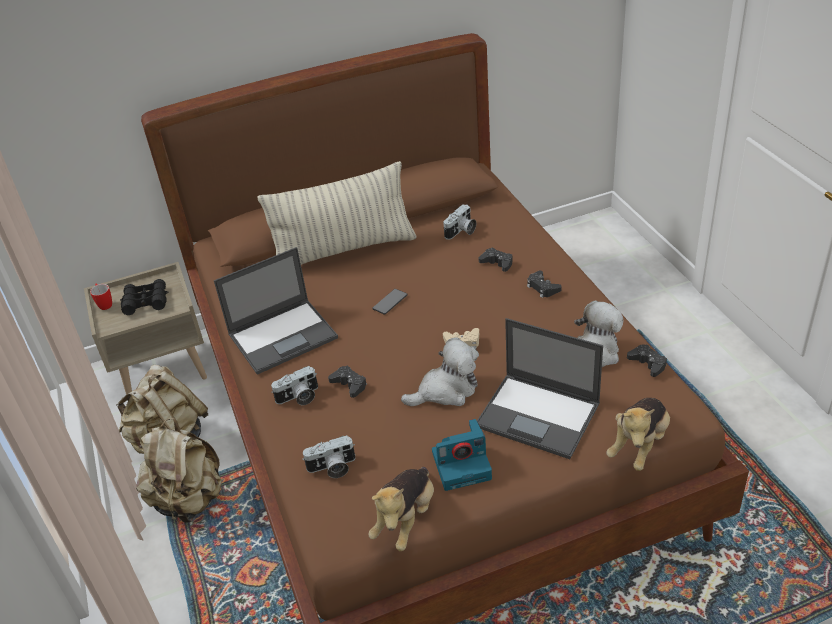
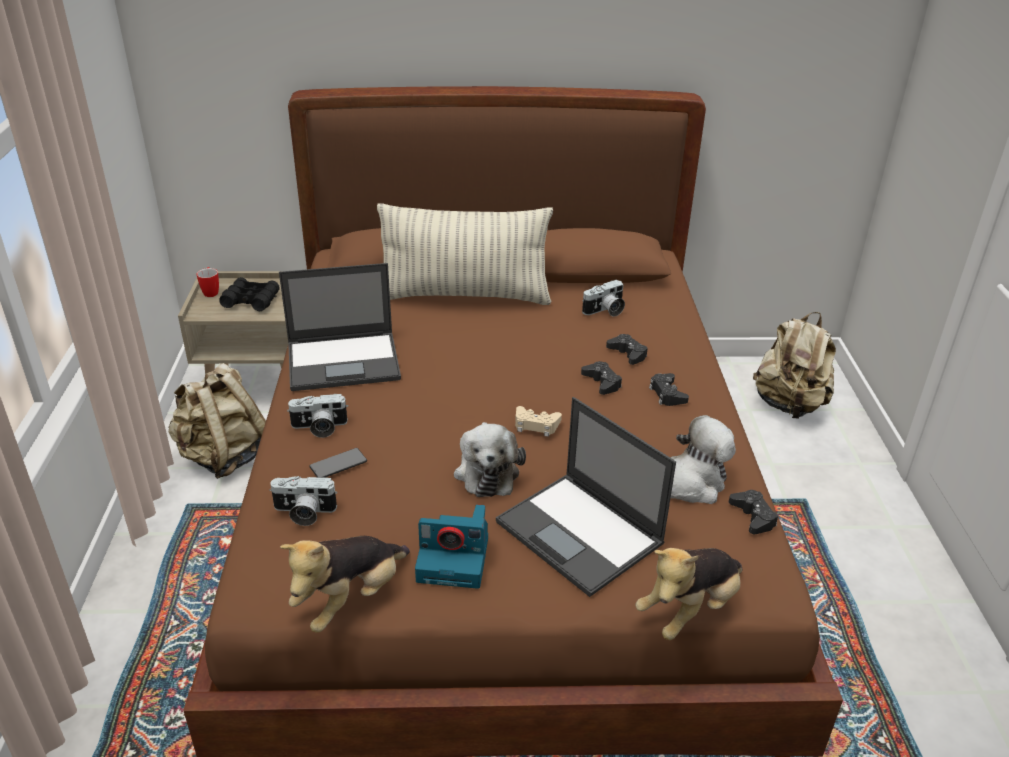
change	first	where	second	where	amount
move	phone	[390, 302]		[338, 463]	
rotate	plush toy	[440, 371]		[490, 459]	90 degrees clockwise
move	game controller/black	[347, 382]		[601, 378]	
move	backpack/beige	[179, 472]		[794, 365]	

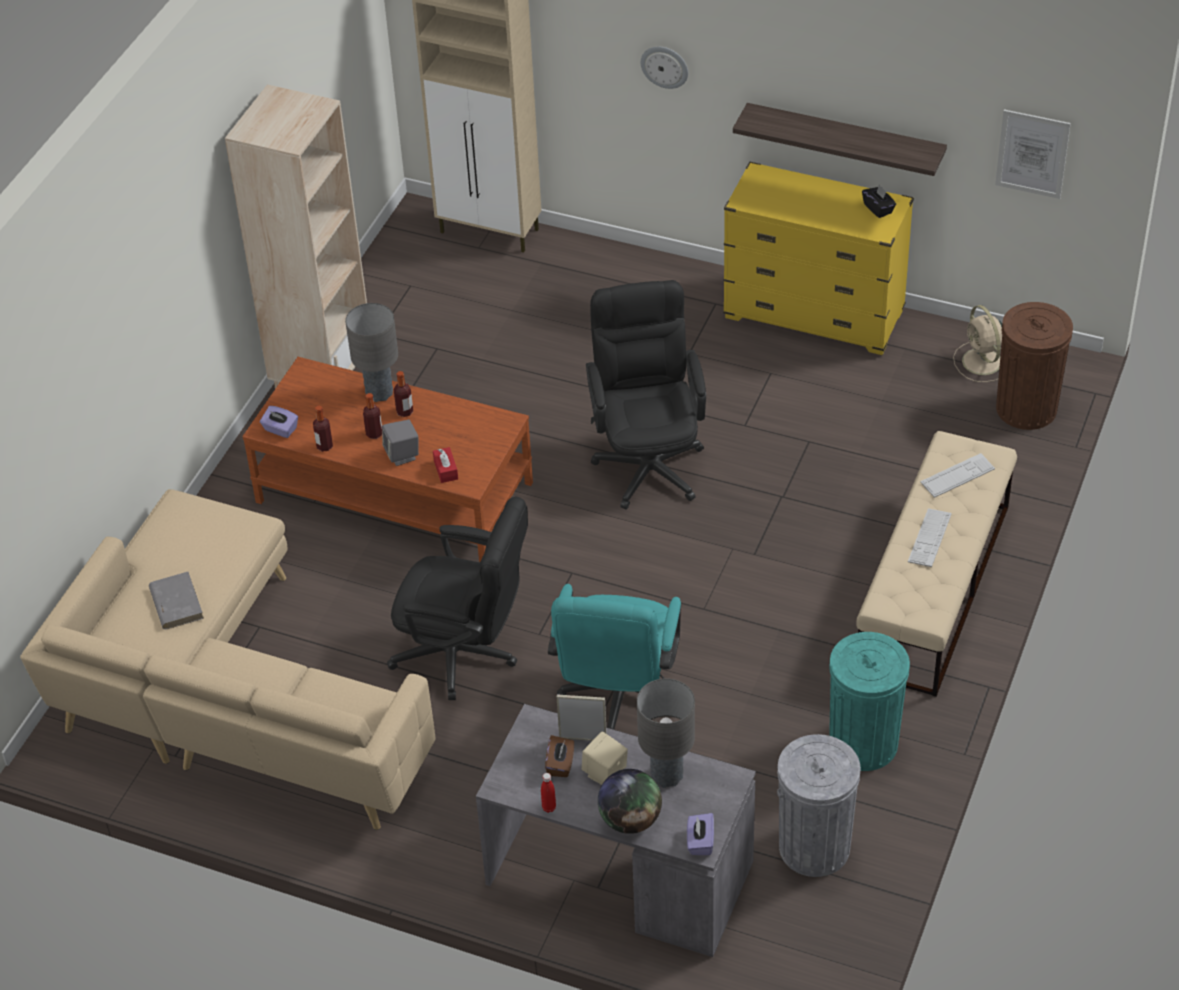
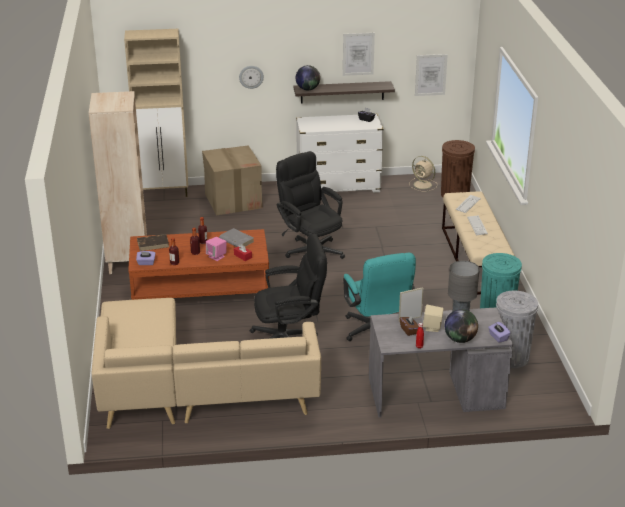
change	first	where	second	where	amount
recolor	dresser/yellow	[818, 258]	dresser/white	[339, 153]	
delete	table lamp/grey	[371, 352]			
recolor	speaker/grey	[400, 443]	speaker/pink	[216, 249]	
move	book/grey	[176, 600]		[236, 237]	
insert			picture	[359, 54]	
insert			globe	[308, 77]	
insert			cardboard box	[232, 180]	
insert			book/brown	[153, 242]	

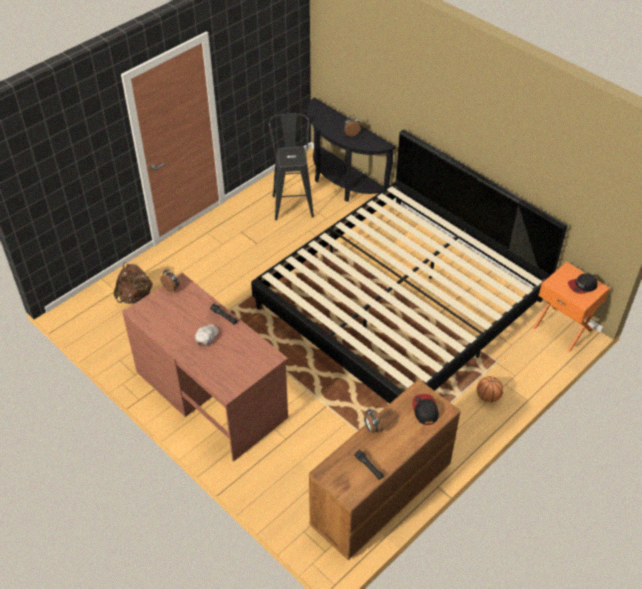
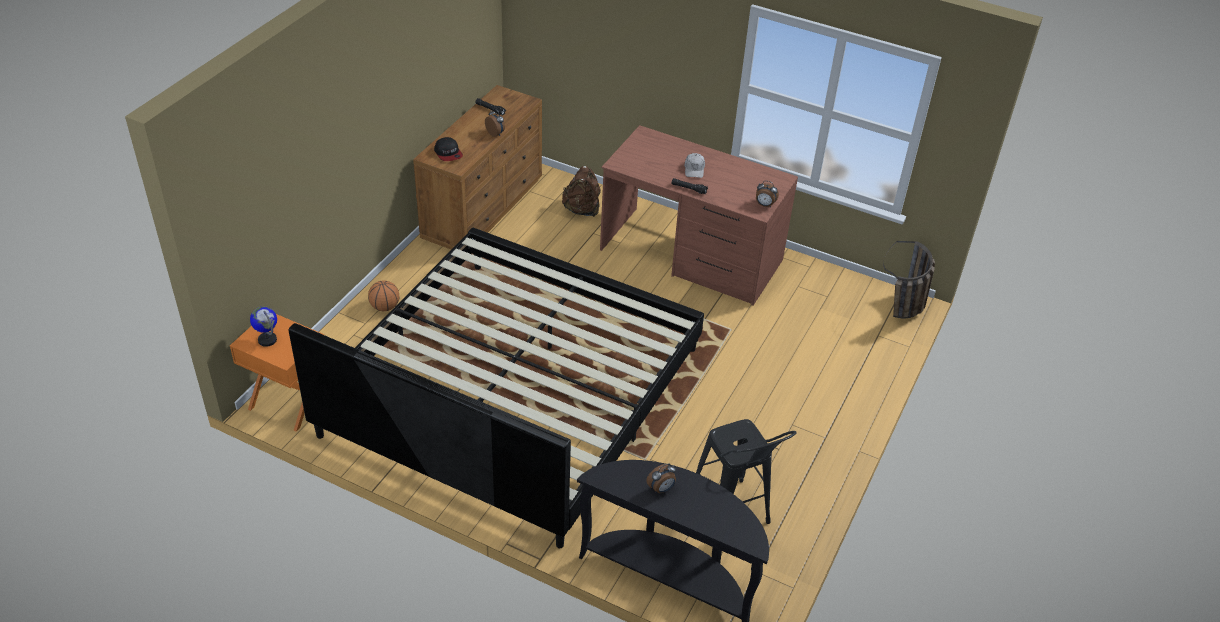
change	first	where	second	where	amount
move	backpack/brown	[133, 283]		[581, 191]	
replace	cap	[583, 284]	globe	[263, 326]	
insert			basket	[909, 279]	

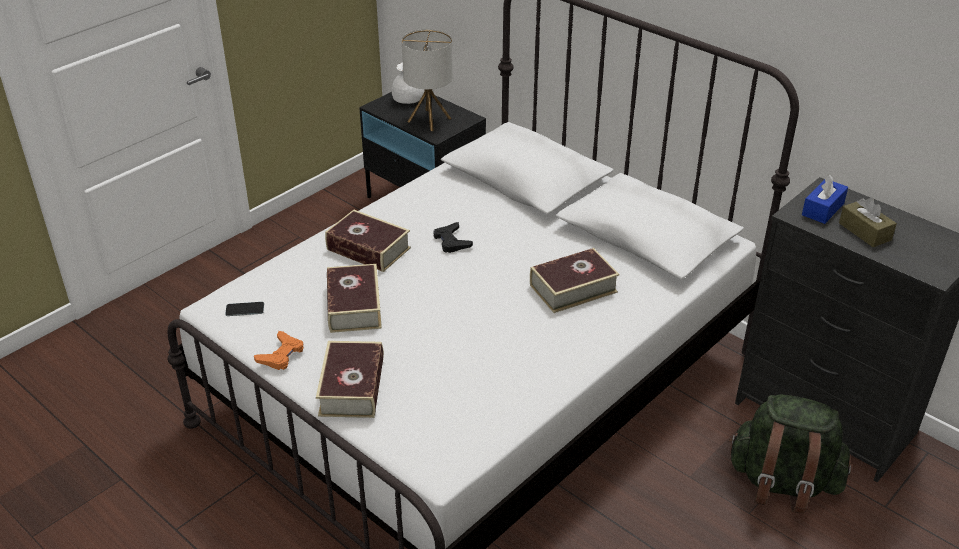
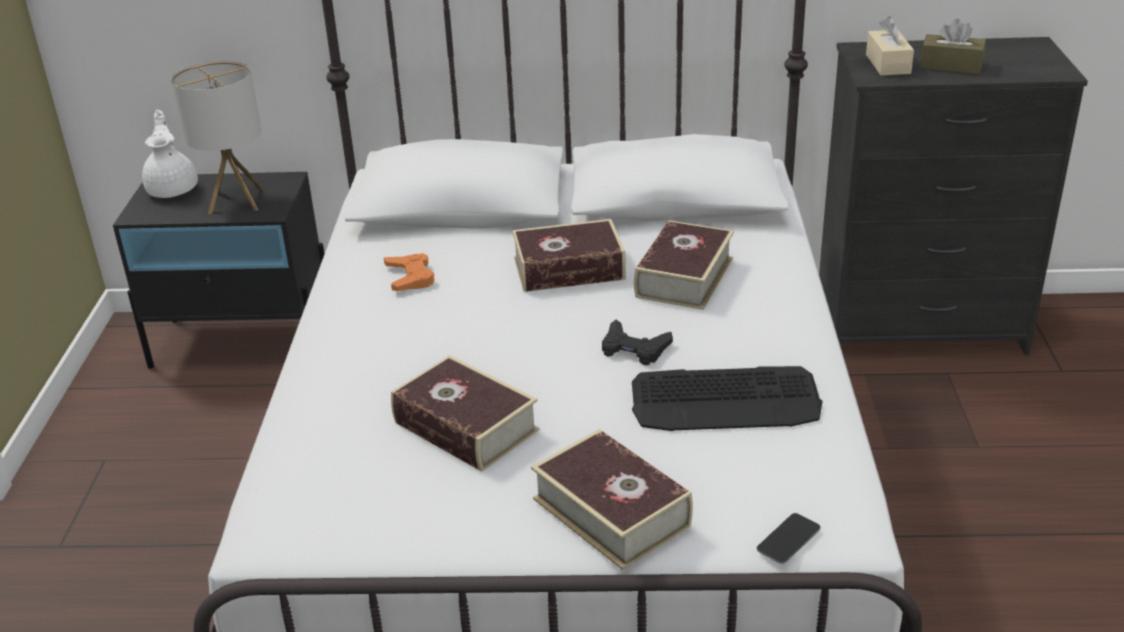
change	first	where	second	where	amount
recolor	tissue box/blue	[825, 199]	tissue box/beige	[890, 46]	
move	book	[368, 241]		[569, 255]	
move	game controller/black	[453, 237]		[637, 342]	
move	phone	[244, 309]		[788, 538]	
move	game controller/orange	[278, 350]		[409, 272]	
delete	backpack/green	[790, 454]			
insert			keyboard	[727, 398]	

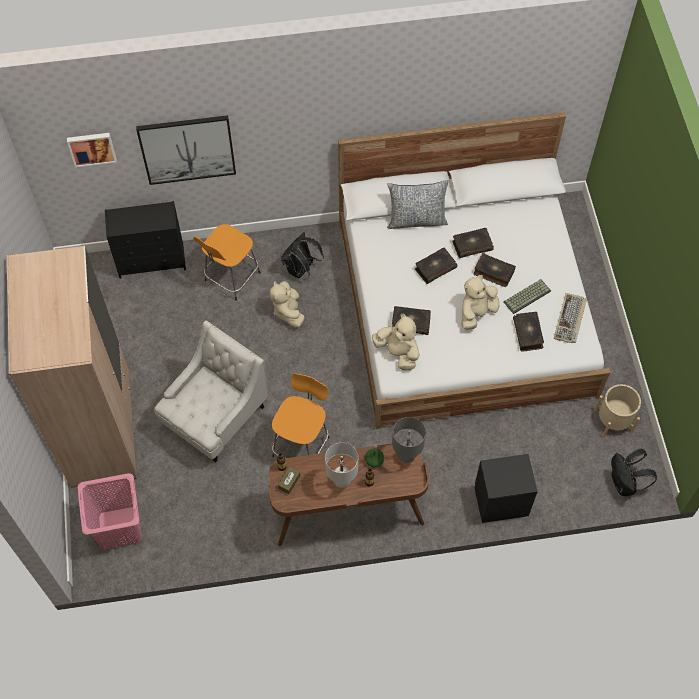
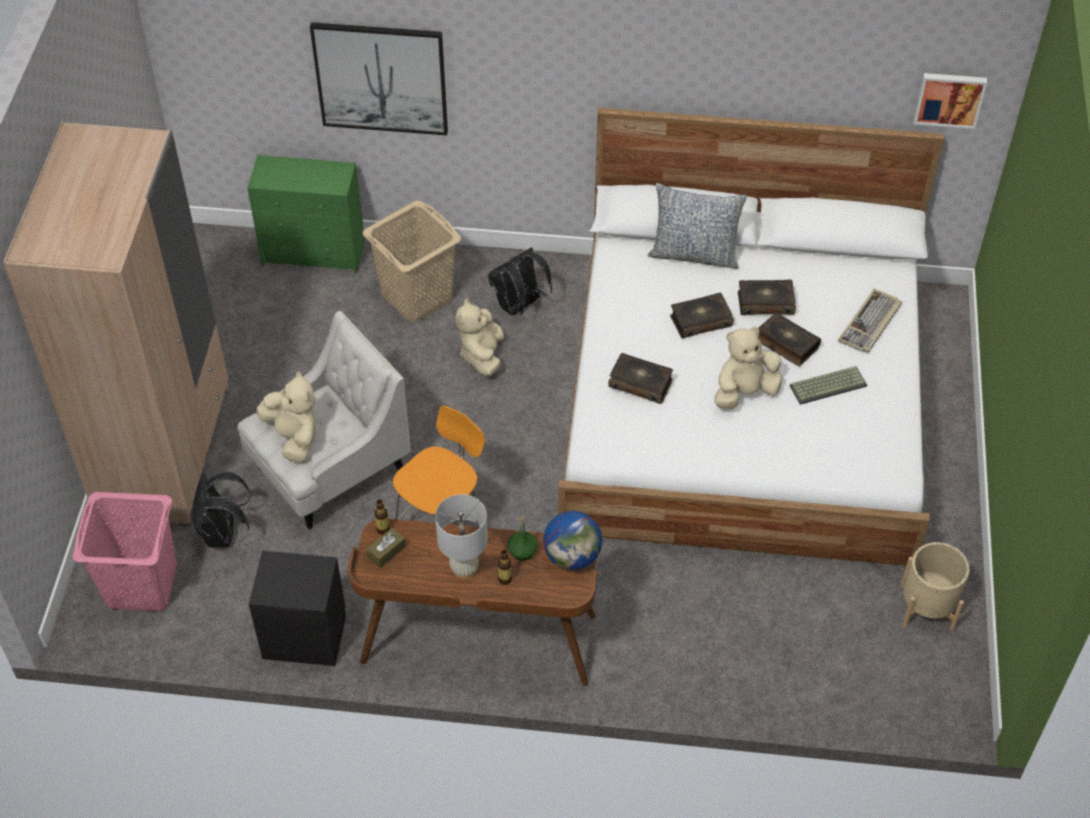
change	first	where	second	where	amount
move	picture	[92, 150]		[950, 101]	
recolor	dresser/black	[145, 240]	dresser/green	[306, 214]	
replace	stool/orange	[227, 262]	laundry basket/beige	[412, 261]	
move	keyboard	[570, 318]		[870, 321]	
delete	book	[528, 332]			
move	plush toy/beige	[396, 341]		[286, 416]	
replace	table lamp/grey	[409, 440]	globe	[572, 540]	
move	backpack/black	[634, 472]		[221, 510]	
move	nightstand/black	[506, 488]		[297, 608]	

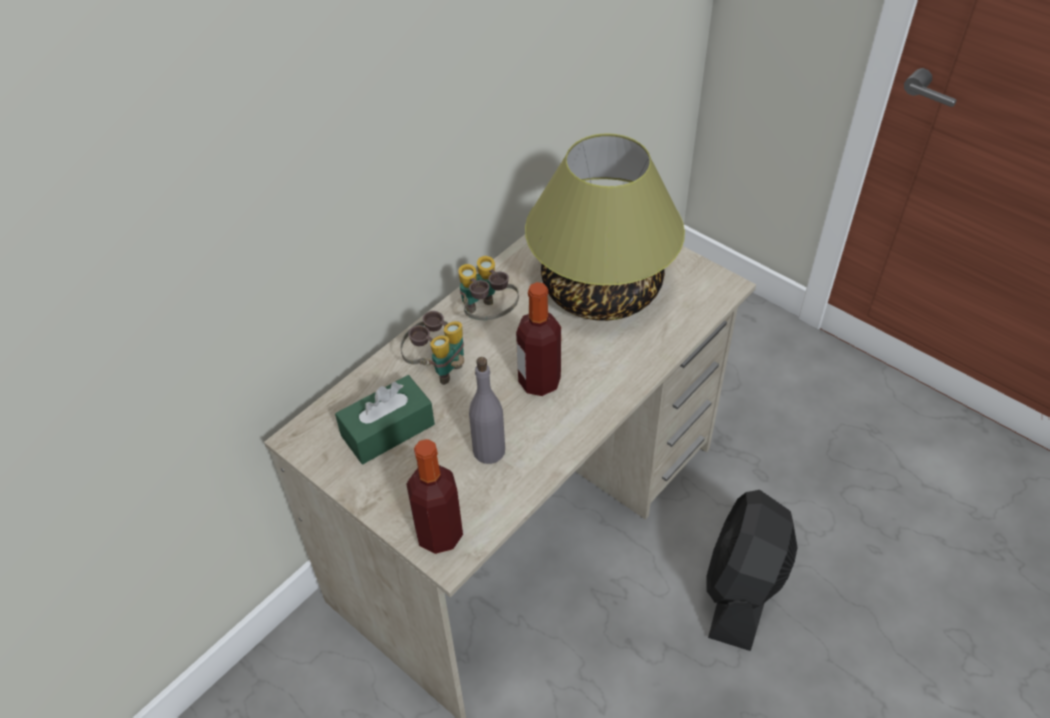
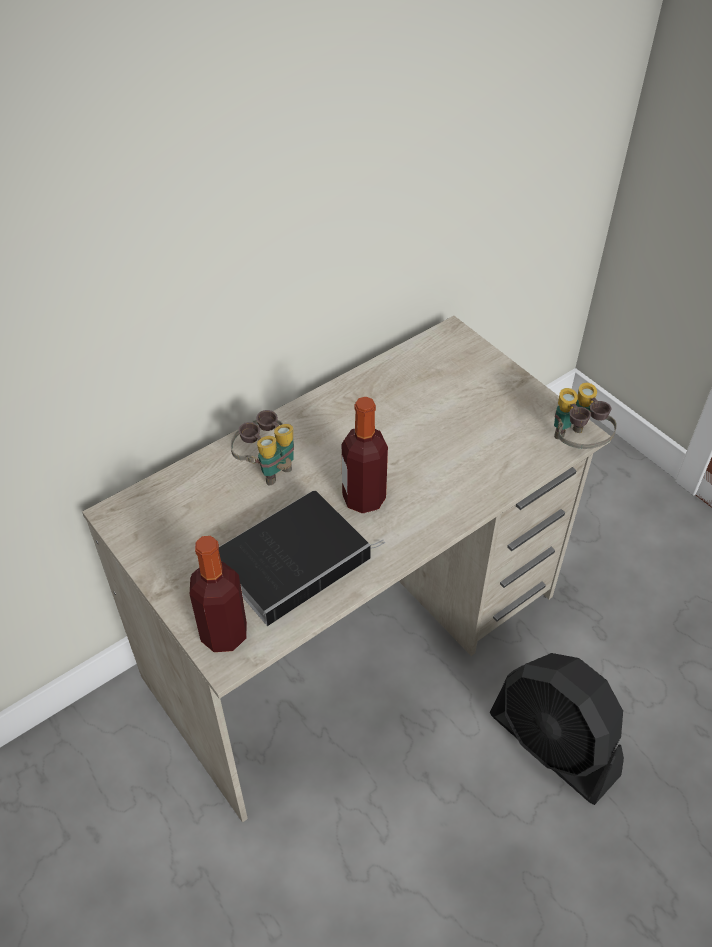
change	first	where	second	where	amount
delete	table lamp	[605, 227]			
move	binoculars	[488, 288]		[585, 416]	
replace	bottle/grey	[487, 410]	book	[302, 558]	
delete	tissue box/green	[385, 419]			
rotate	fan/black	[752, 570]		[557, 729]	75 degrees counterclockwise

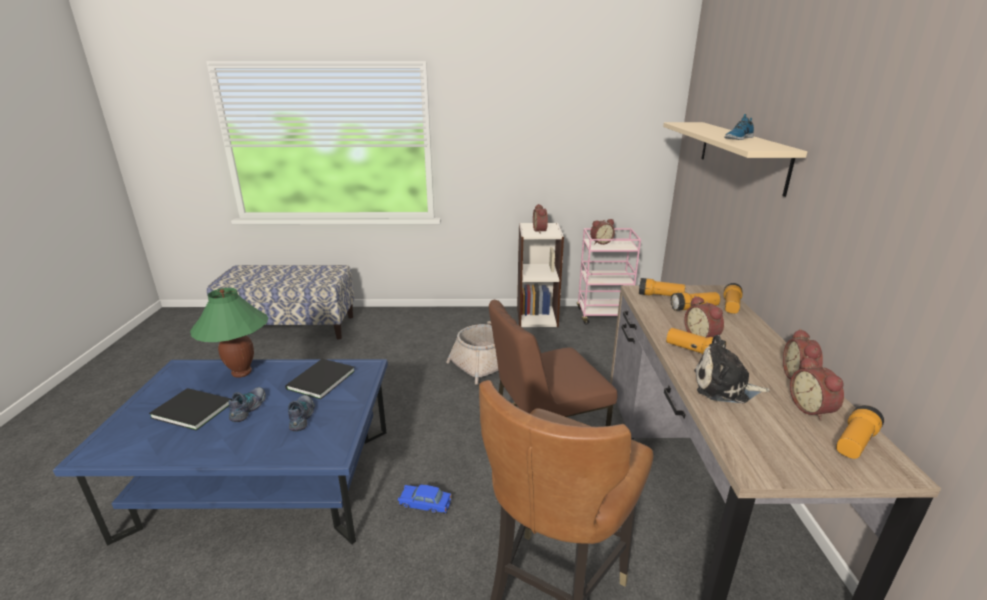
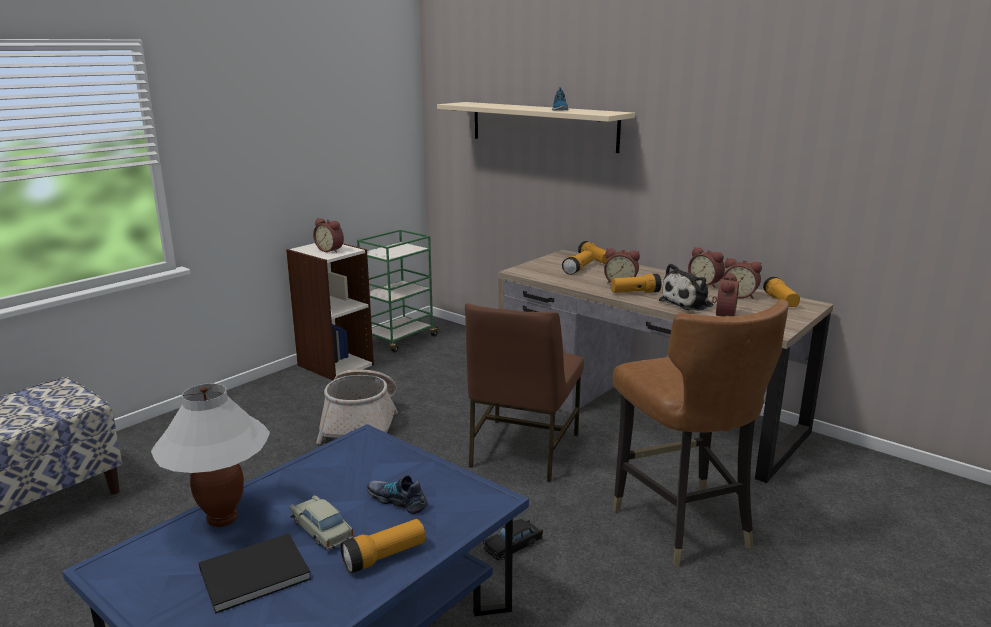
change	first	where	second	where	amount
move	alarm clock	[602, 232]		[725, 294]	
recolor	cart/pink	[609, 276]	cart/green	[398, 290]	
move	flashlight	[662, 287]		[383, 546]	
recolor	table lamp/green	[229, 333]	table lamp/white	[210, 455]	
delete	book/black	[320, 379]			
replace	shoe	[247, 404]	toy car/beige	[321, 523]	
recolor	toy car/blue	[425, 499]	toy car/black	[513, 539]	

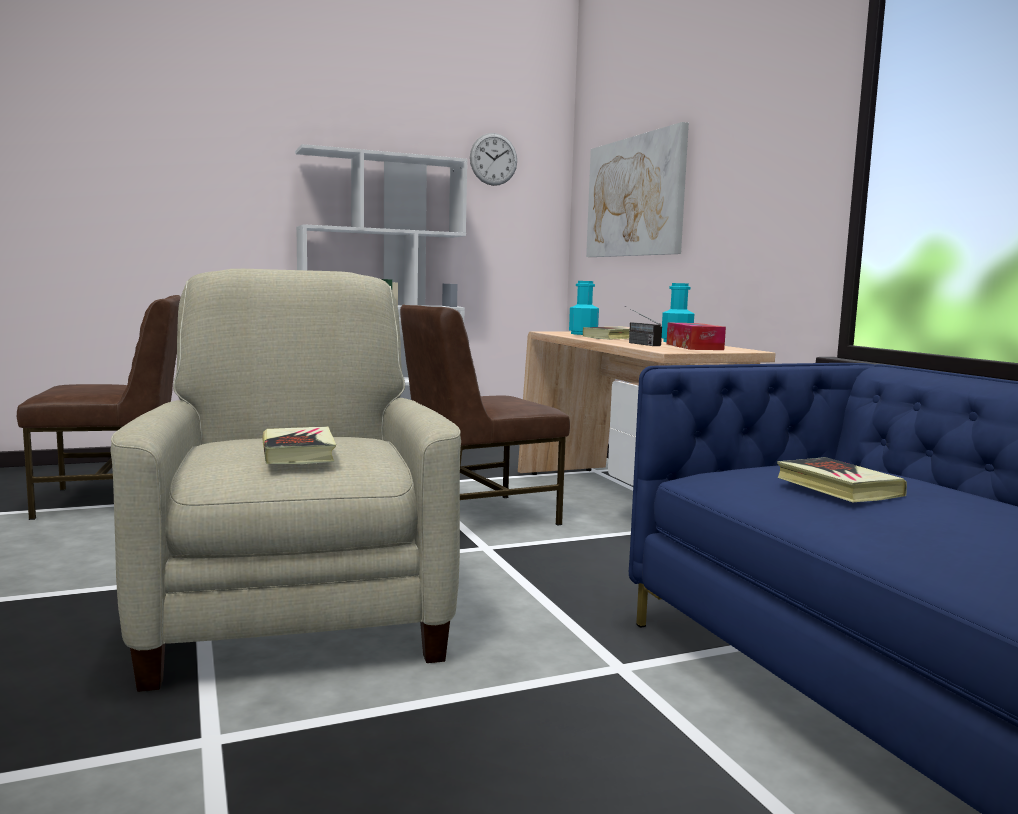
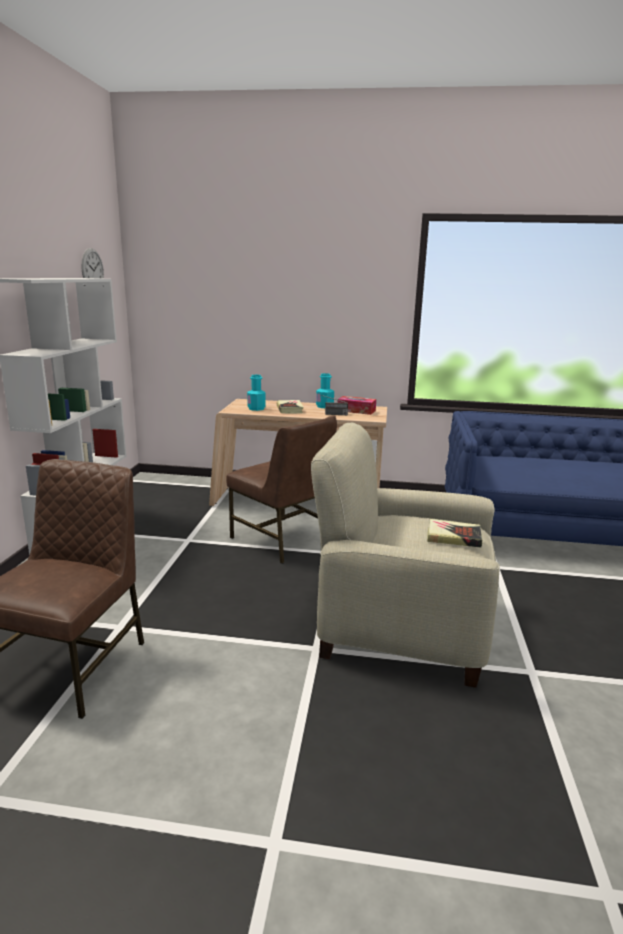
change	first	where	second	where	amount
delete	picture	[637, 189]			
rotate	chair/brown	[485, 415]		[281, 489]	45 degrees counterclockwise
delete	book	[842, 479]			

